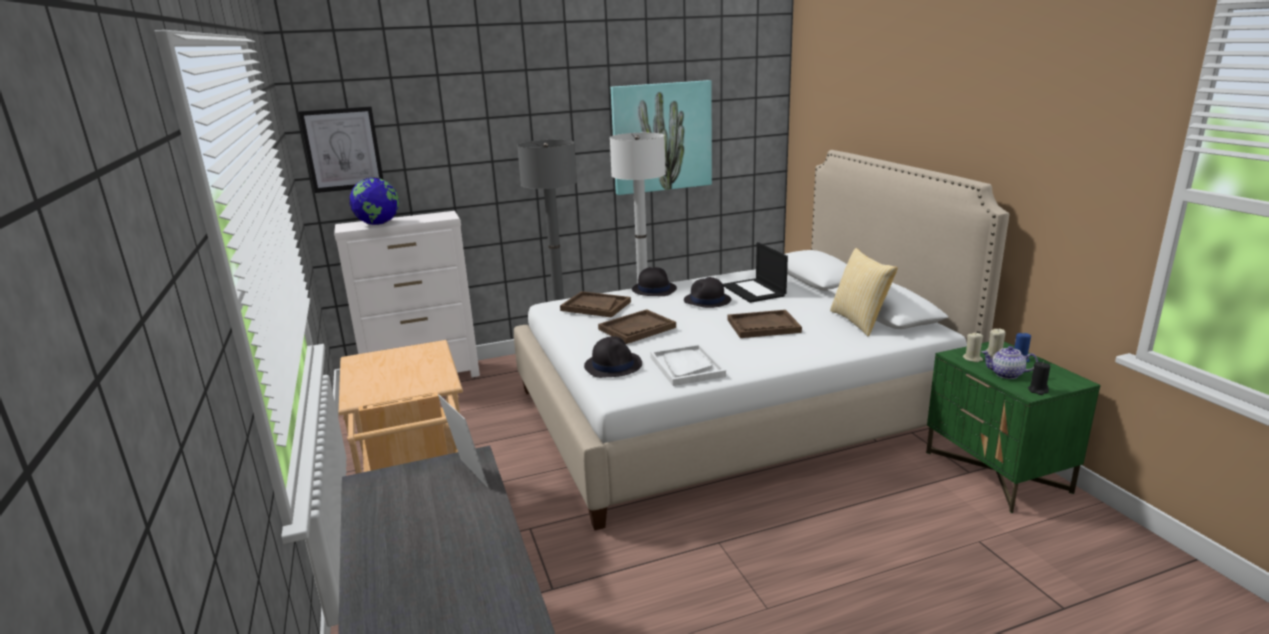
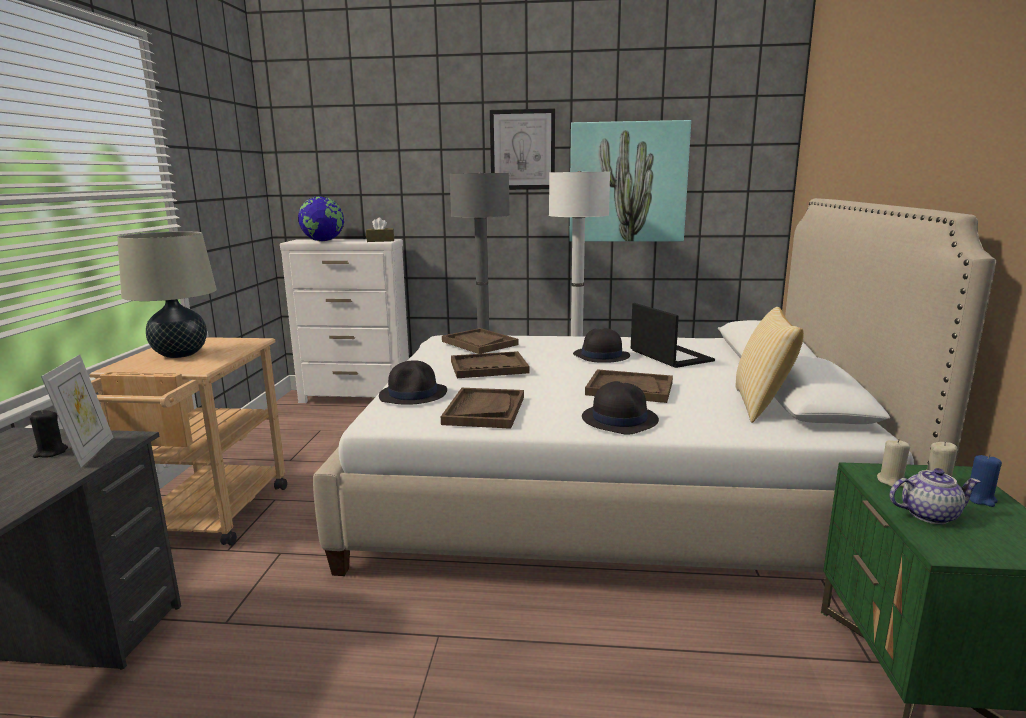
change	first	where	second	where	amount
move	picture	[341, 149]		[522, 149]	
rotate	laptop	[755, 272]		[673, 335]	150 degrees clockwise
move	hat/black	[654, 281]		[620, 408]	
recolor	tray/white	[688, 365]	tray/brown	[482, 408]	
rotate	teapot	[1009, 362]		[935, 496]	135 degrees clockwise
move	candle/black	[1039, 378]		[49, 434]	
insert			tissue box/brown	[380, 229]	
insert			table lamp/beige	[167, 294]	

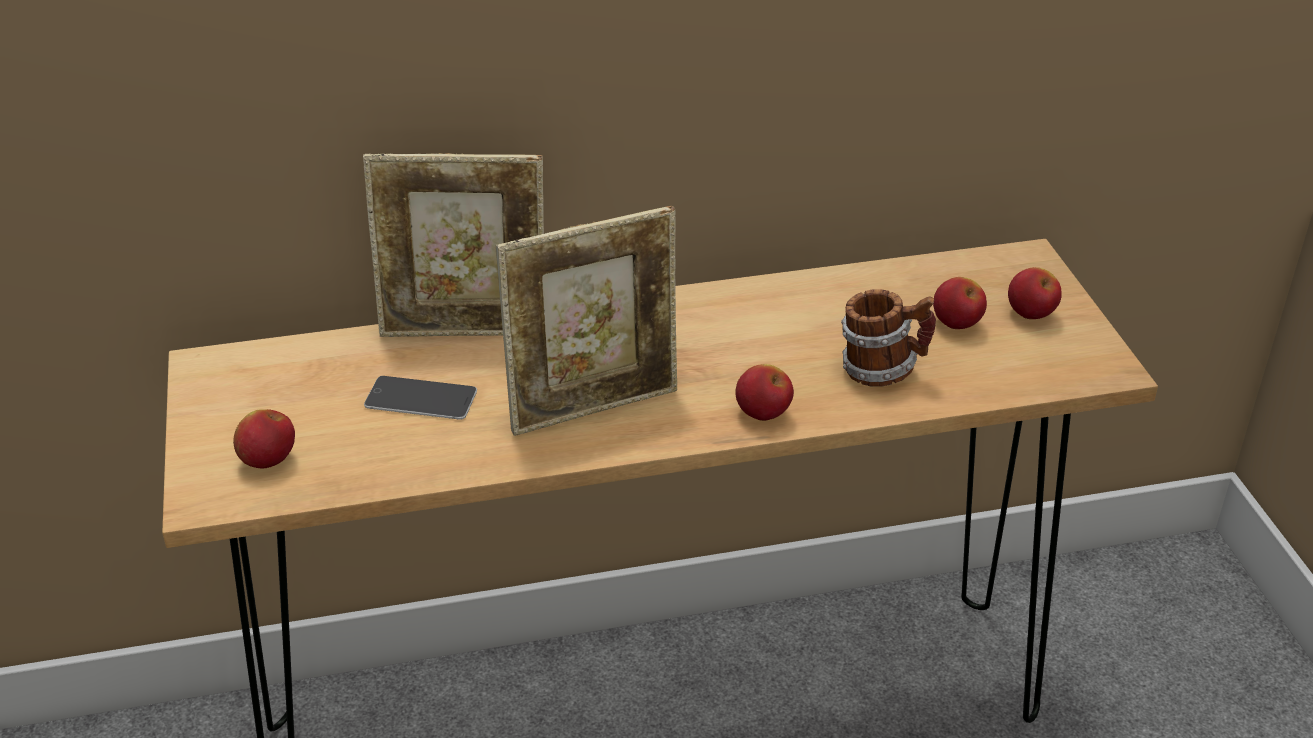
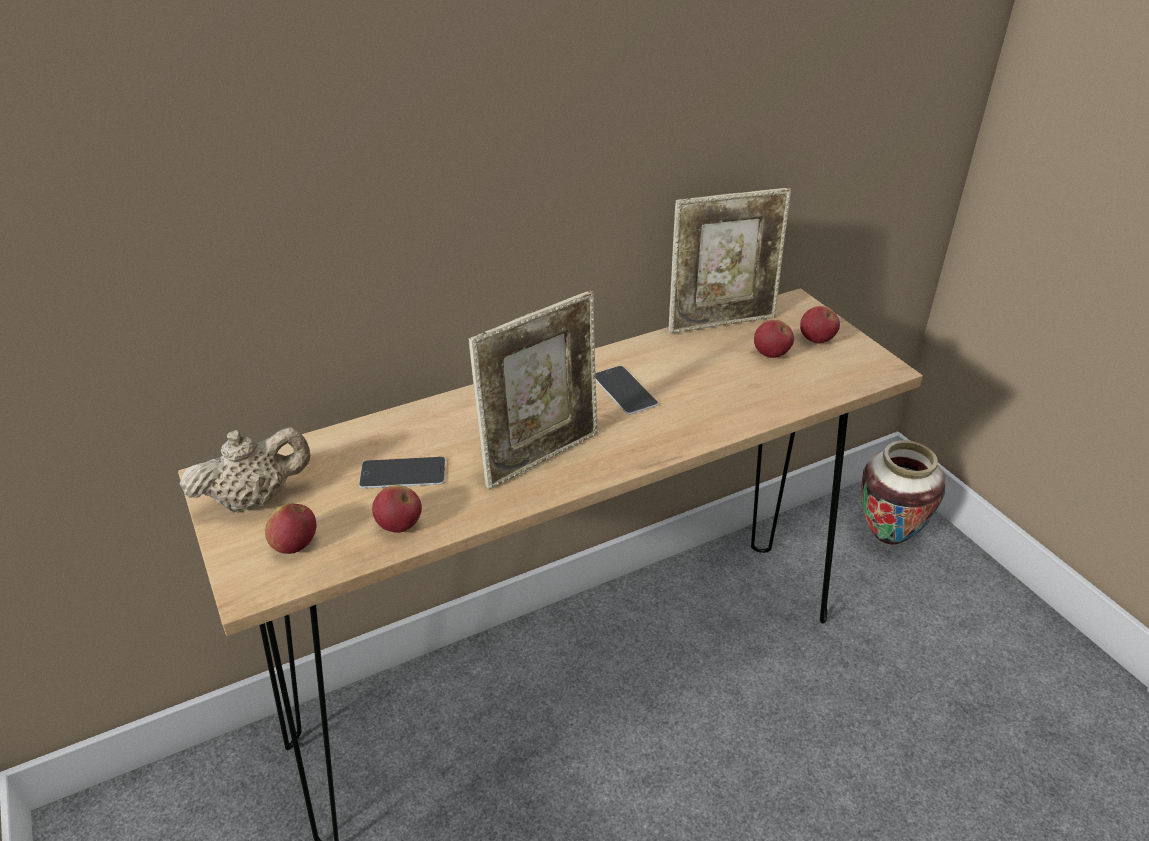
change	first	where	second	where	amount
move	picture frame	[453, 245]		[729, 261]	
delete	mug	[888, 338]			
move	apple	[765, 392]		[397, 509]	
insert			phone	[626, 390]	
insert			teapot/beige	[245, 470]	
insert			vase	[903, 492]	

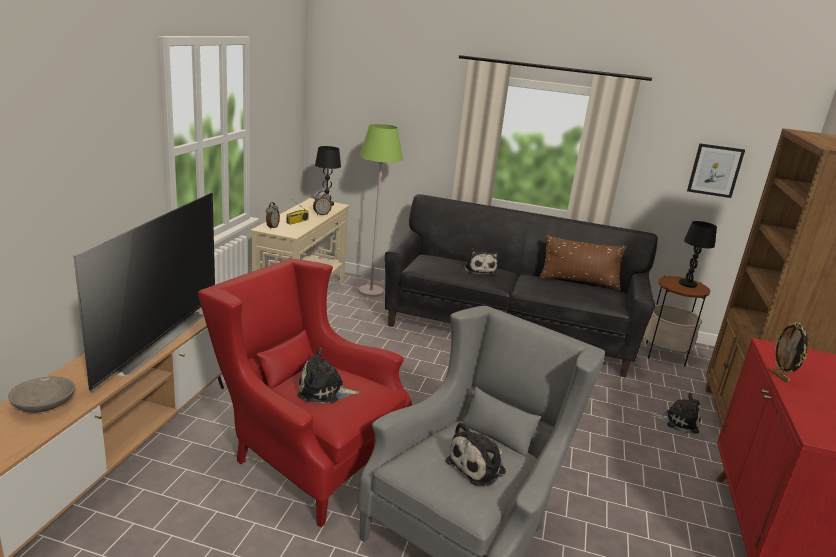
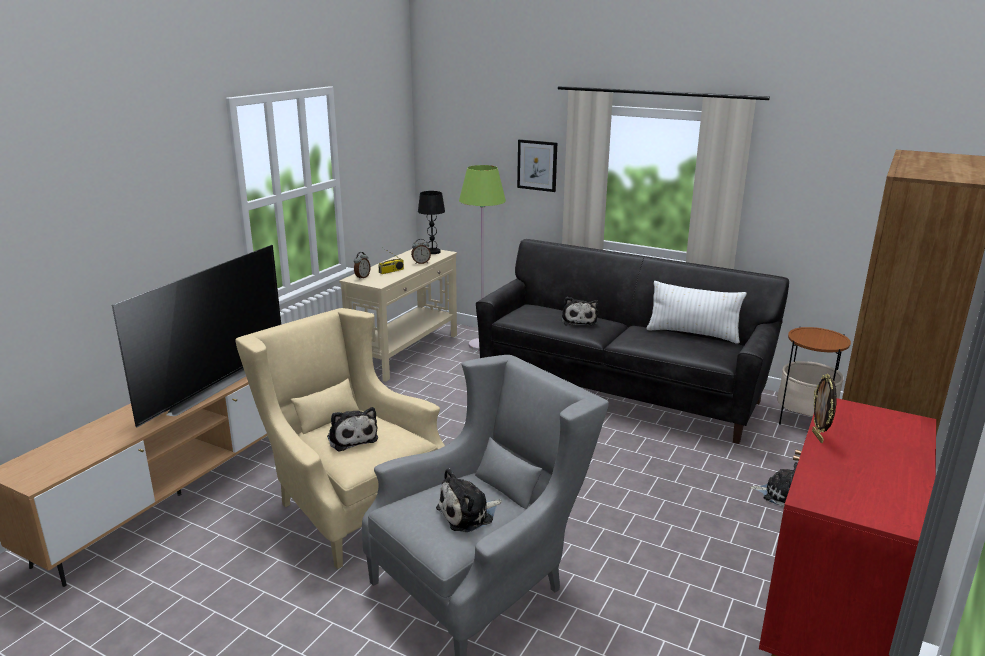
change	first	where	second	where	amount
move	picture	[716, 170]		[537, 165]	
delete	table lamp/black	[698, 254]			
recolor	pillow/brown	[583, 262]	pillow/white	[696, 312]	
recolor	armchair/red	[305, 393]	armchair/beige	[340, 438]	
rotate	plush toy	[328, 376]		[352, 429]	135 degrees counterclockwise
delete	bowl/grey	[41, 394]			

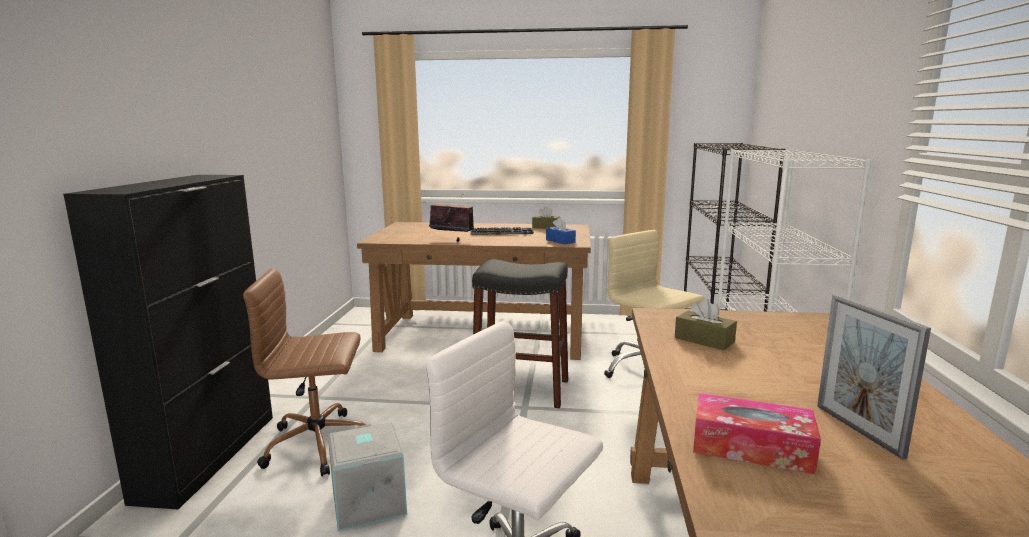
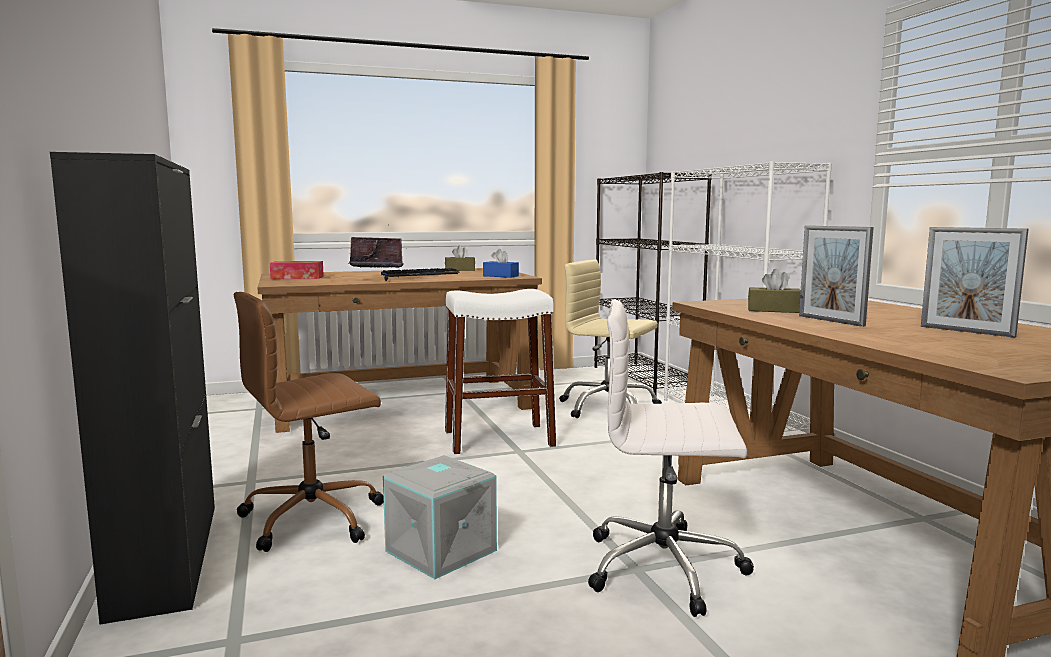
change	first	where	second	where	amount
recolor	stool/black	[520, 333]	stool/white	[500, 371]	
move	tissue box	[757, 434]		[297, 270]	
insert			picture frame	[836, 276]	

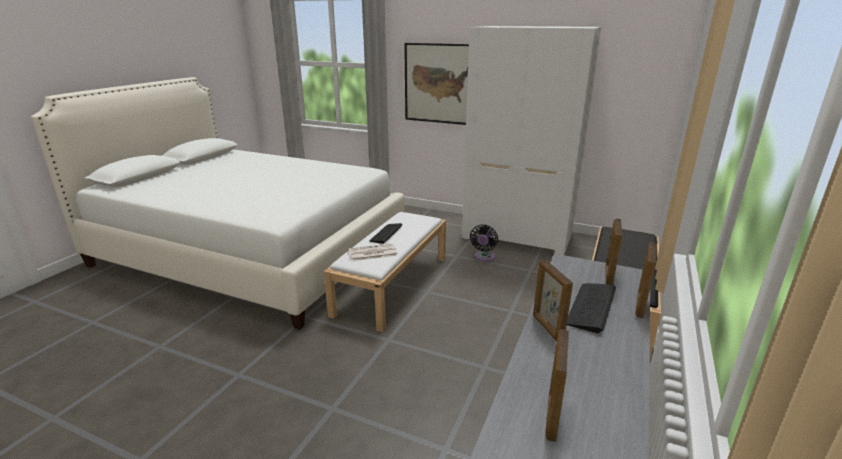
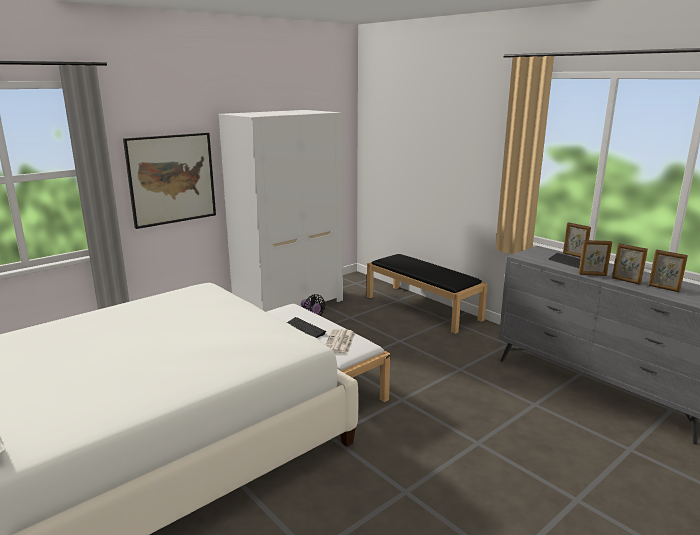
change	first	where	second	where	amount
move	picture frame	[614, 251]		[630, 264]	

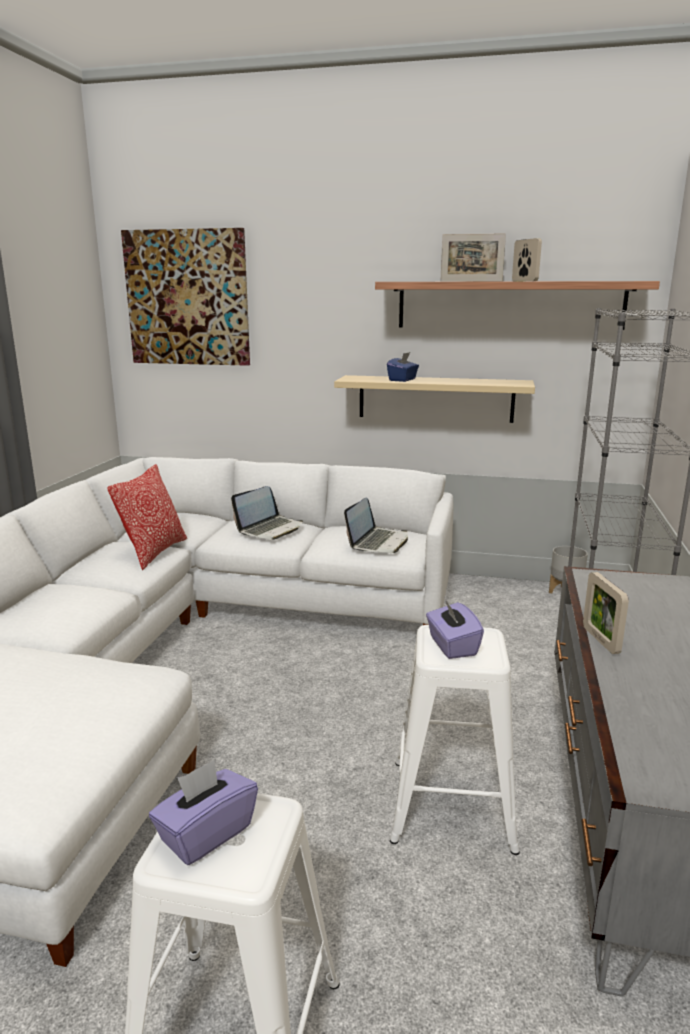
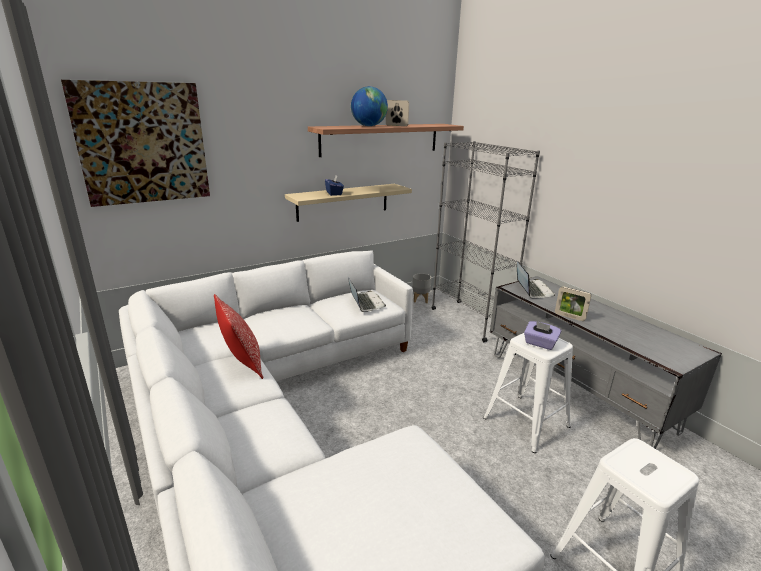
change	first	where	second	where	amount
replace	picture frame	[473, 257]	globe	[369, 106]	
move	laptop	[267, 513]		[536, 280]	
delete	tissue box/purple	[203, 812]			

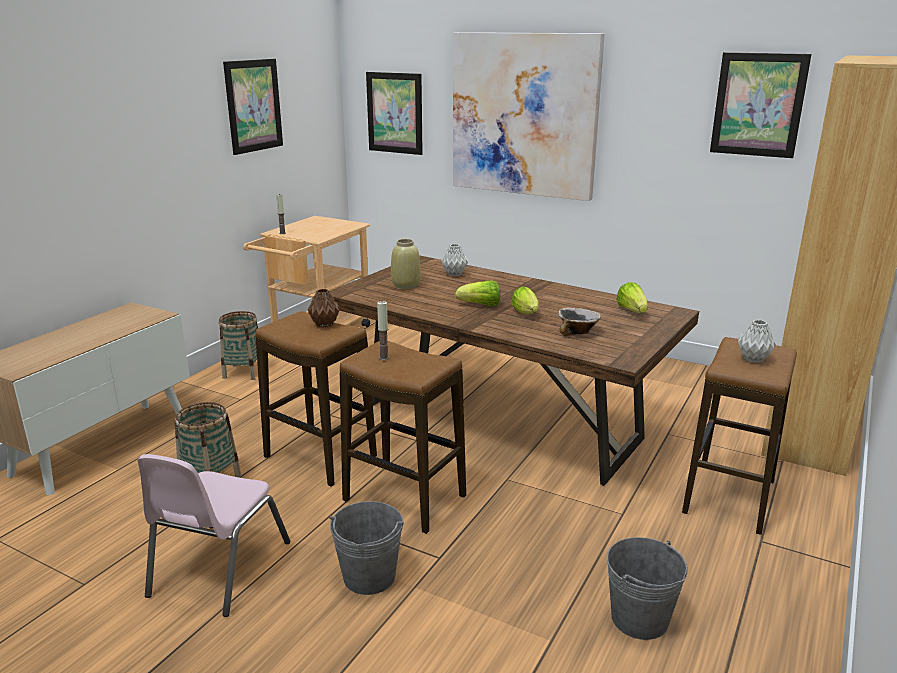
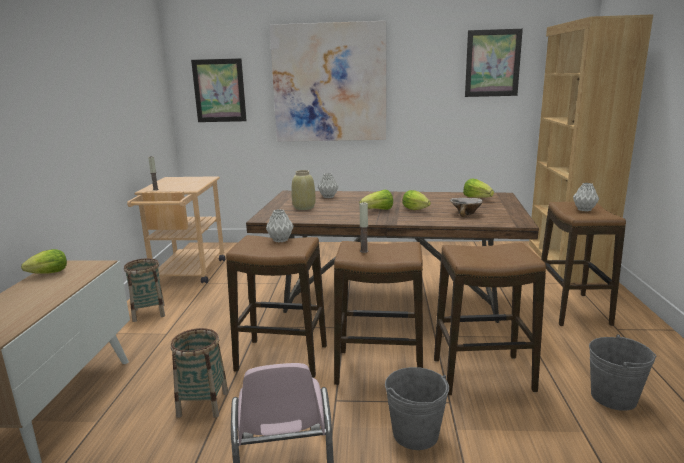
change	first	where	second	where	amount
delete	picture	[253, 107]			
recolor	vase/brown	[324, 308]	vase/grey	[280, 226]	
insert			stool	[490, 319]	
insert			lettuce	[44, 261]	

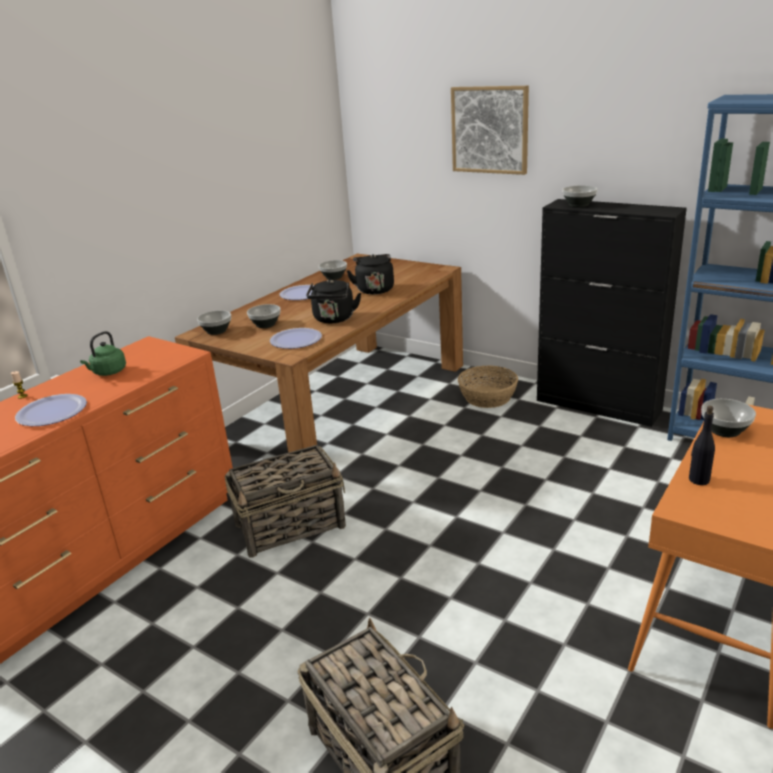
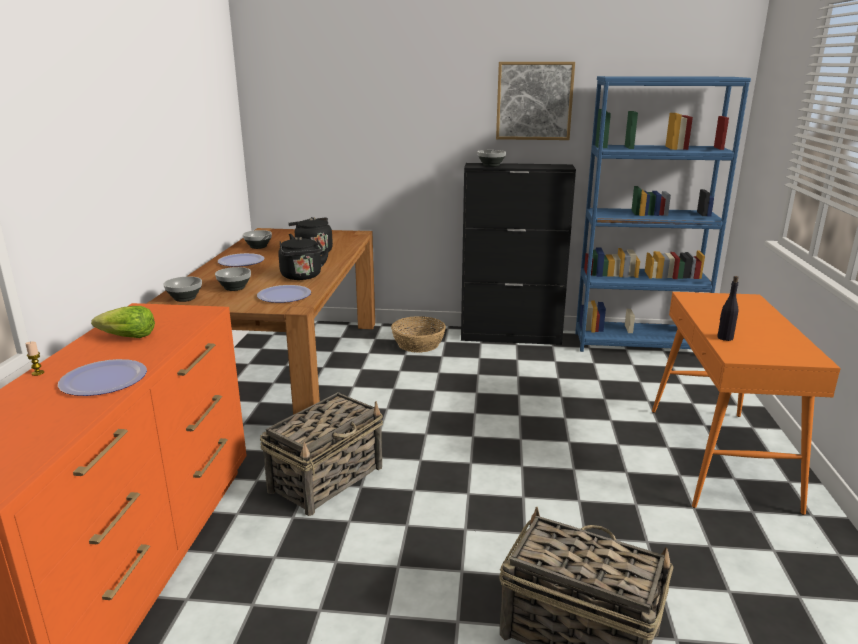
change	first	where	second	where	amount
move	picture	[490, 130]		[535, 101]	
replace	kettle/green	[103, 353]	lettuce	[123, 322]	
delete	bowl	[728, 418]			

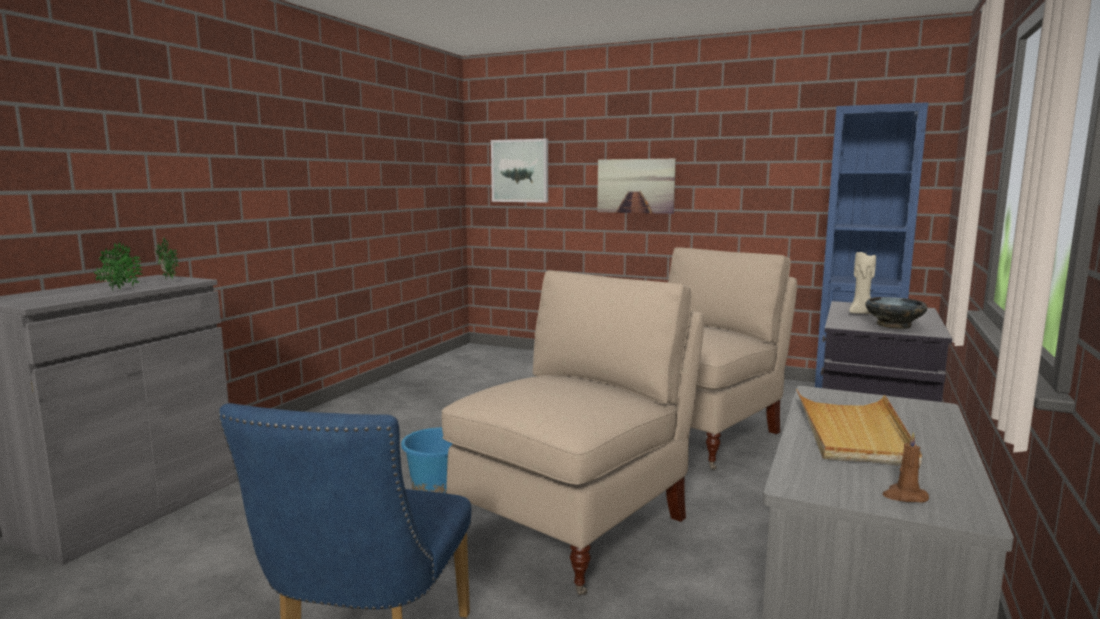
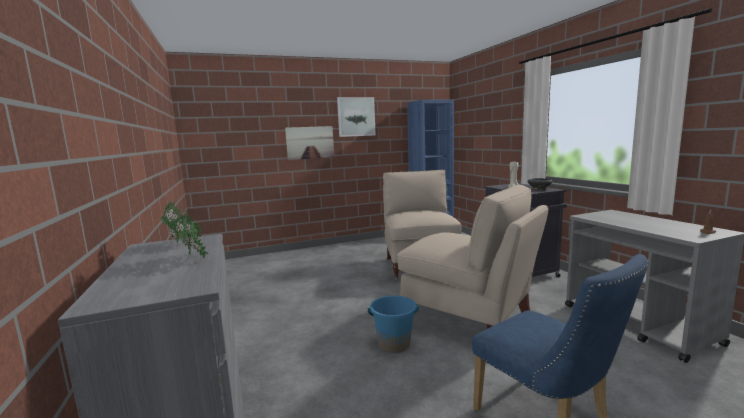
change	first	where	second	where	amount
move	picture	[519, 171]		[356, 117]	
rotate	chair/beige	[572, 433]		[472, 256]	135 degrees clockwise
delete	tray/beige	[859, 427]			

